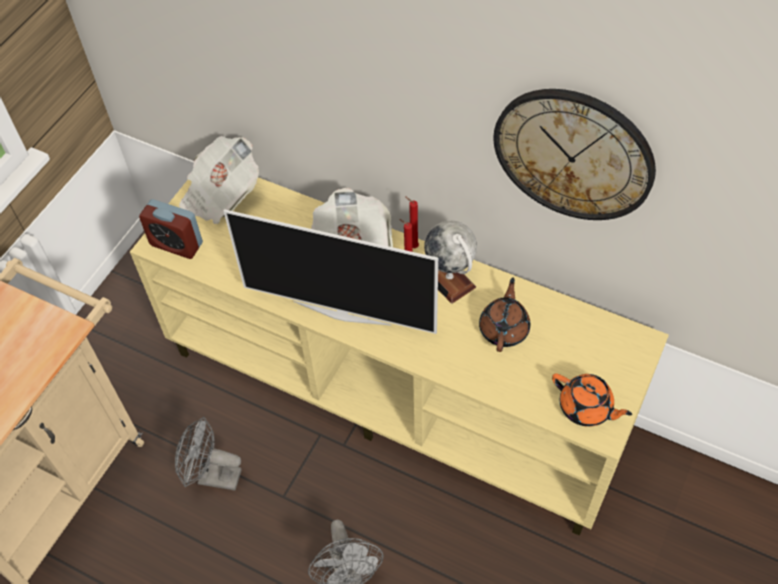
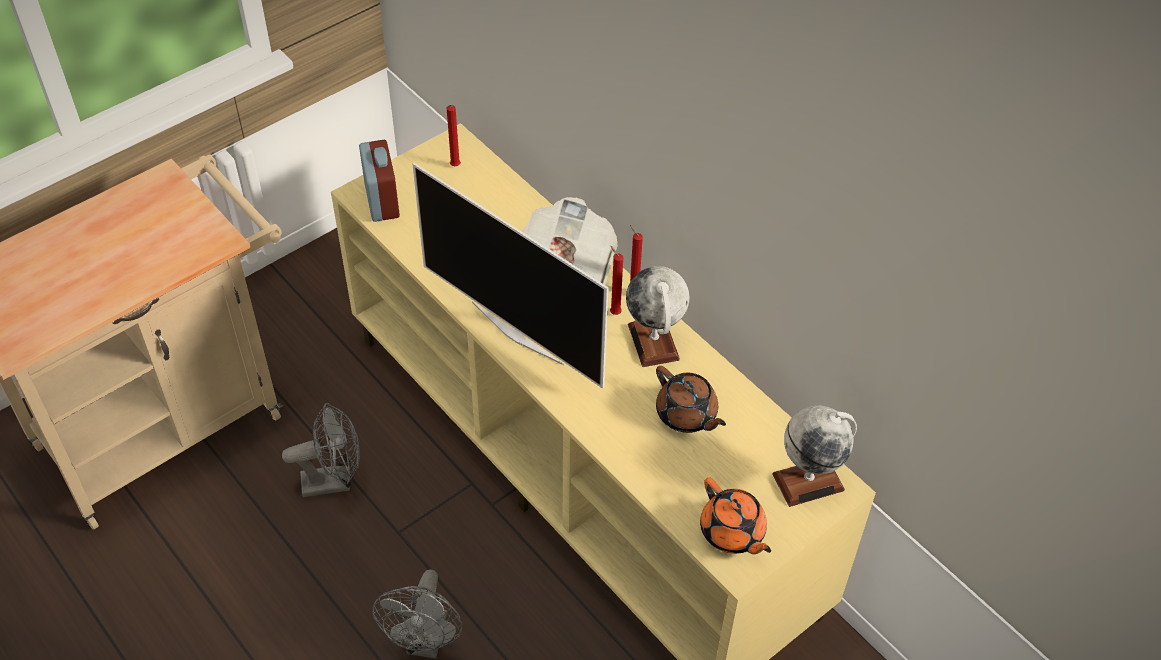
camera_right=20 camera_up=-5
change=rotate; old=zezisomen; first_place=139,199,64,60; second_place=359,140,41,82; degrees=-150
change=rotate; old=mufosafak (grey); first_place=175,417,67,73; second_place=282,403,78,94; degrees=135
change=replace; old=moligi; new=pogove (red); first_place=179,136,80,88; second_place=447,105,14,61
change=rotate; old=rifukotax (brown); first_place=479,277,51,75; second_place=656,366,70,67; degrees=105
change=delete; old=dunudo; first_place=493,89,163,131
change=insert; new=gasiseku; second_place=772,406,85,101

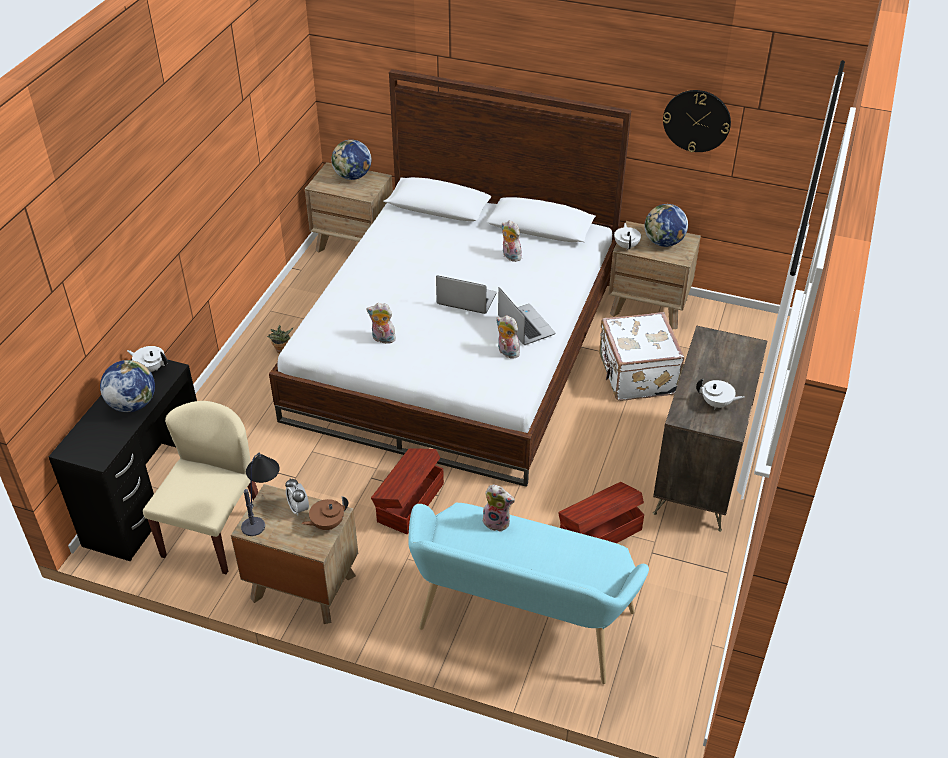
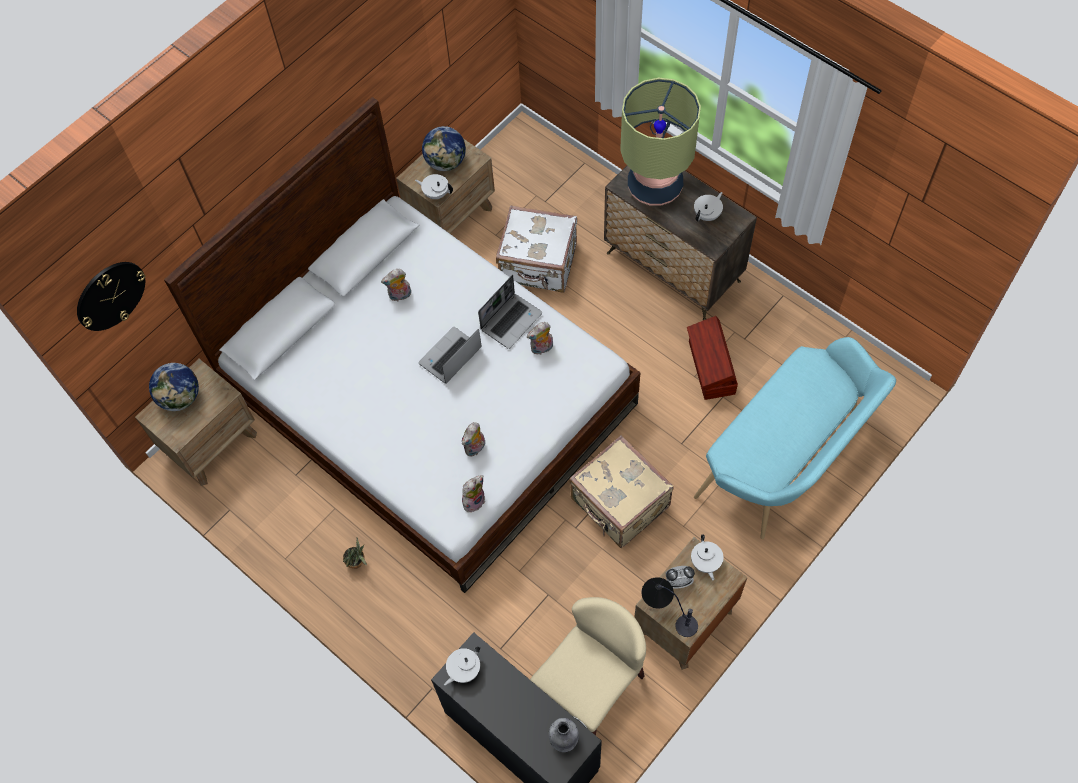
camera_right=-65 camera_up=20
change=delete; old=gasiseku; first_place=100,360,55,52
change=rotate; old=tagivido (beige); first_place=143,401,115,173; second_place=530,597,116,139; degrees=90
change=recolor; old=rifukotax (brown); new=rifukotax (white); first_place=301,496,47,34; second_place=691,534,33,47
change=replace; old=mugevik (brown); new=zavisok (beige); first_place=371,448,73,86; second_place=569,435,105,113
change=move; old=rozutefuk; first_place=482,485,33,47; second_place=462,475,23,39
change=rotate; old=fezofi; first_place=498,287,57,58; second_place=478,275,64,74; degrees=135
change=move; old=dunudo; first_place=663,90,68,62; second_place=77,262,68,69
change=insert; new=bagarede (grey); second_place=549,718,30,34
change=insert; new=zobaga; second_place=620,78,81,128

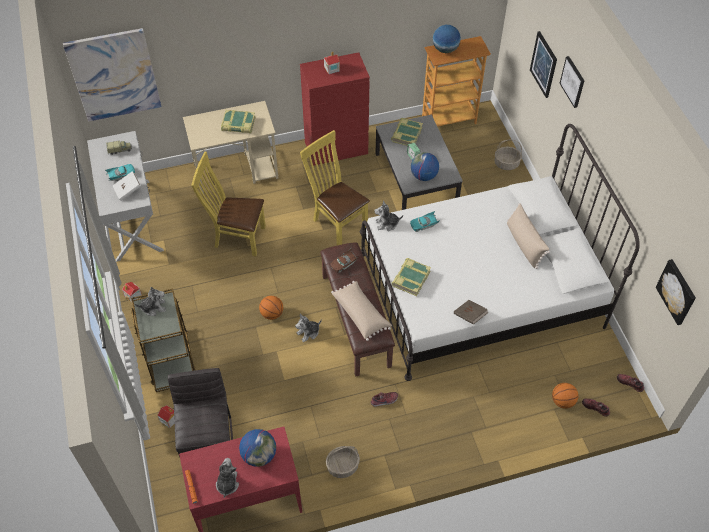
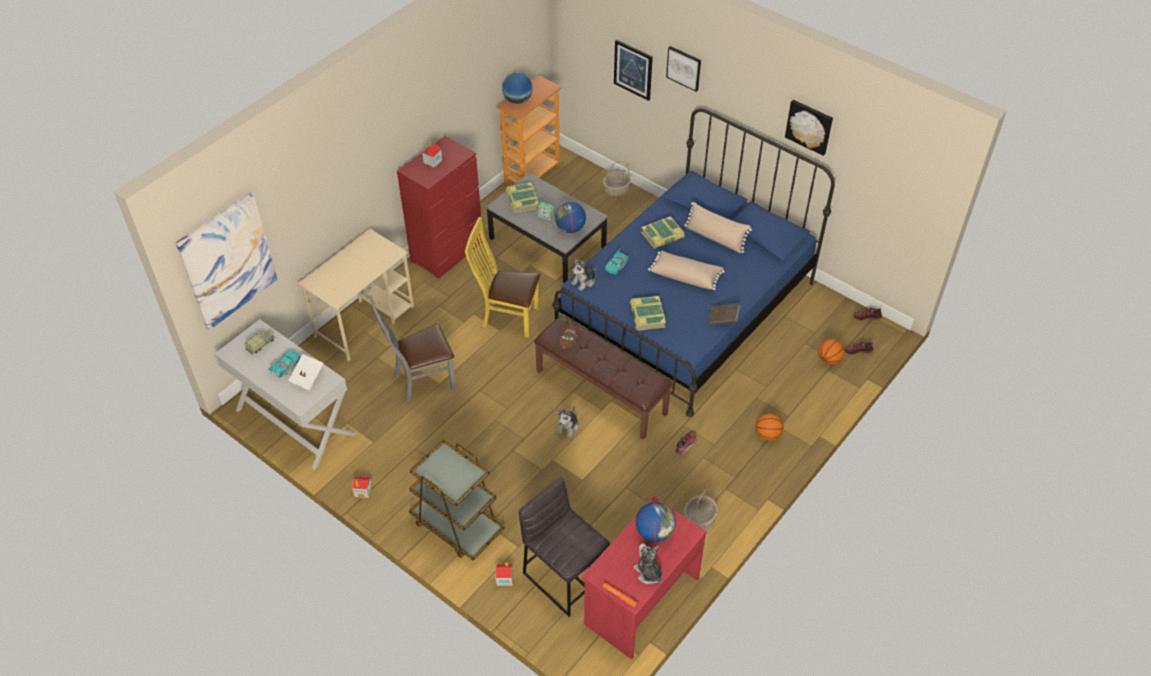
camera_right=-35 camera_up=-5
change=delete; old=rozutefuk; first_place=134,287,32,29
change=recolor; old=tagivido (yellow); new=tagivido (grey); first_place=191,152,75,104; second_place=369,295,87,107
change=move; old=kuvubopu; first_place=221,110,35,24; second_place=641,216,44,33
change=move; old=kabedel; first_place=259,296,24,24; second_place=756,413,27,28
change=move; old=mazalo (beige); first_place=331,281,61,60; second_place=648,250,77,40
change=recolor; old=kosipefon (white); new=kosipefon (blue); first_place=360,124,280,257; second_place=552,108,283,309
change=move; old=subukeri; first_place=656,259,40,66; second_place=785,100,48,56

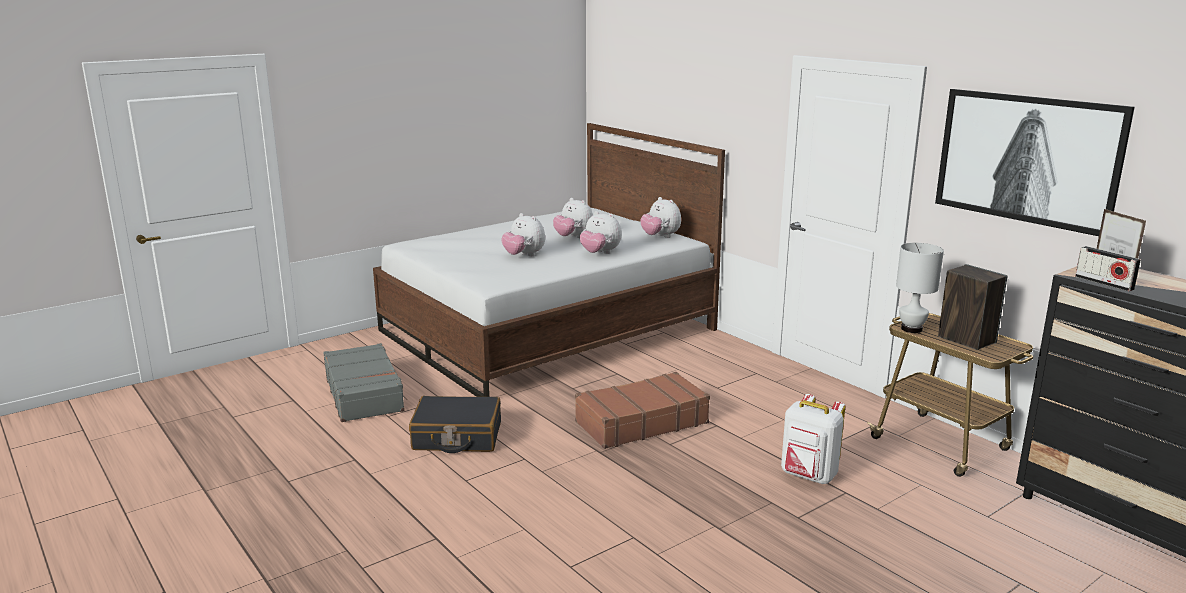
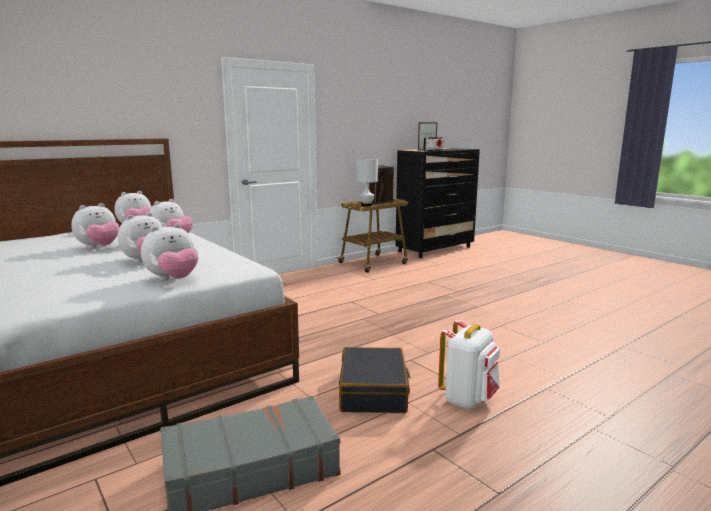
camera_right=-90 camera_up=-5
change=delete; old=zavisok (brown); first_place=575,372,135,77
change=move; old=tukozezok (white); first_place=781,394,64,90; second_place=438,320,62,89
change=delete; old=subukeri; first_place=935,89,200,147
change=insert; new=rozutefuk; second_place=141,223,57,58

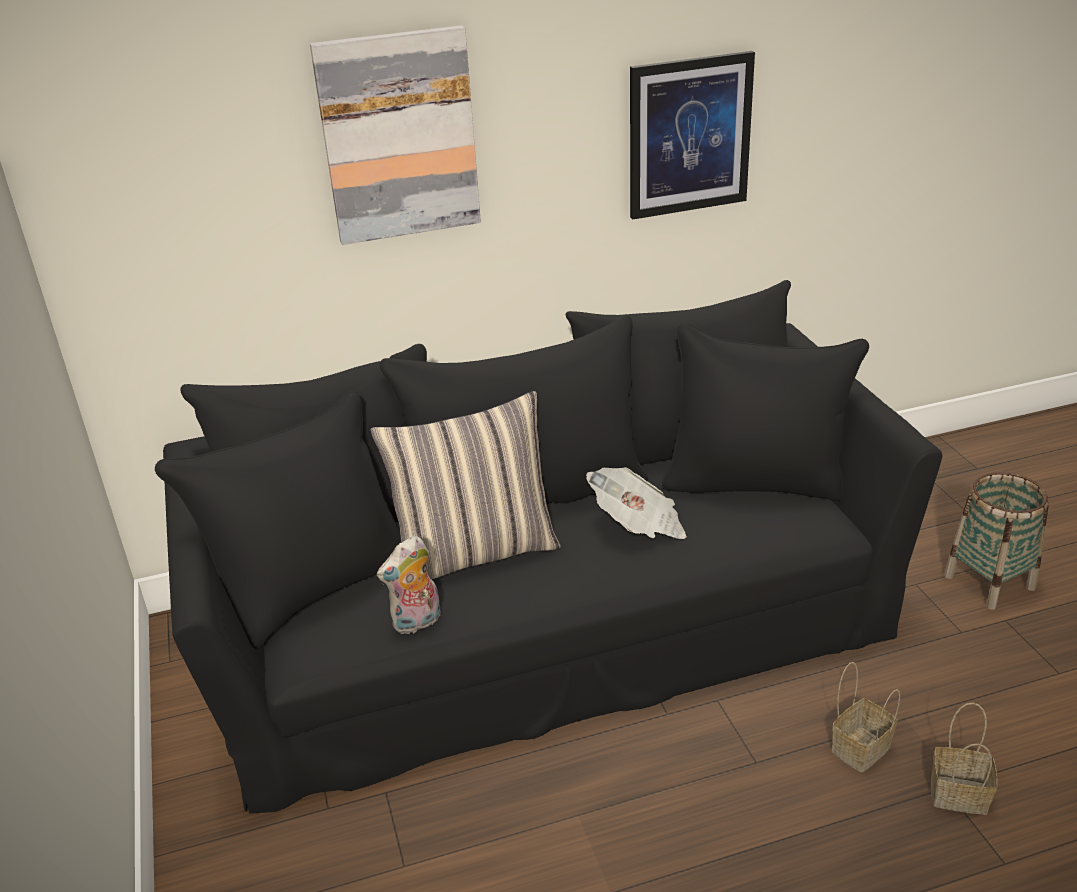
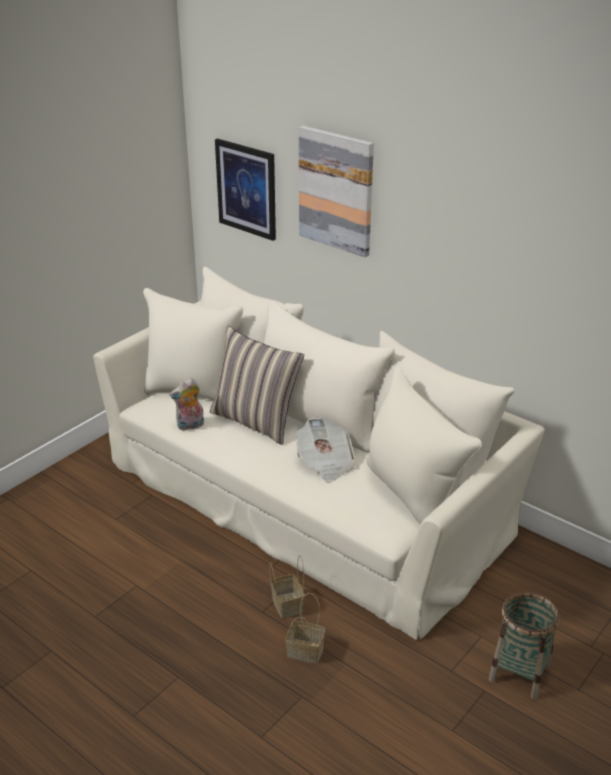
camera_right=55 camera_up=0
change=recolor; old=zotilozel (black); new=zotilozel (beige); first_place=155,280,787,534; second_place=93,267,452,373
change=rotate; old=rozutefuk; first_place=377,536,64,98; second_place=170,378,34,53; degrees=-45
change=move; old=subukeri; first_place=630,51,125,168; second_place=215,138,61,103
change=move; old=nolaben; first_place=931,703,66,112; second_place=269,555,35,63

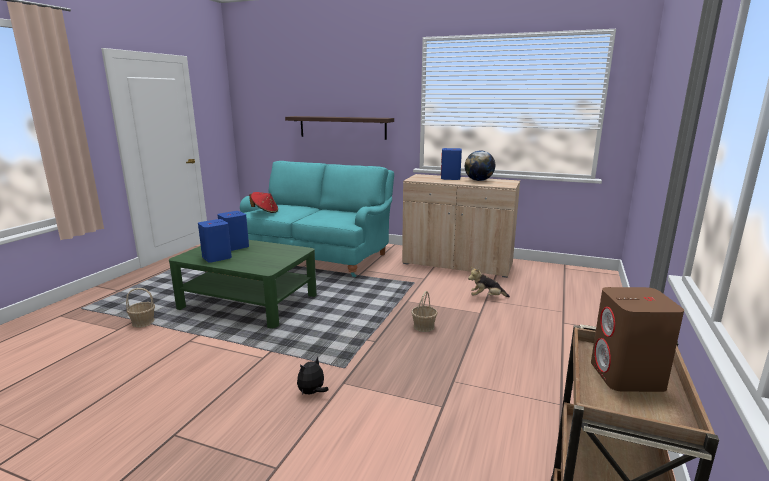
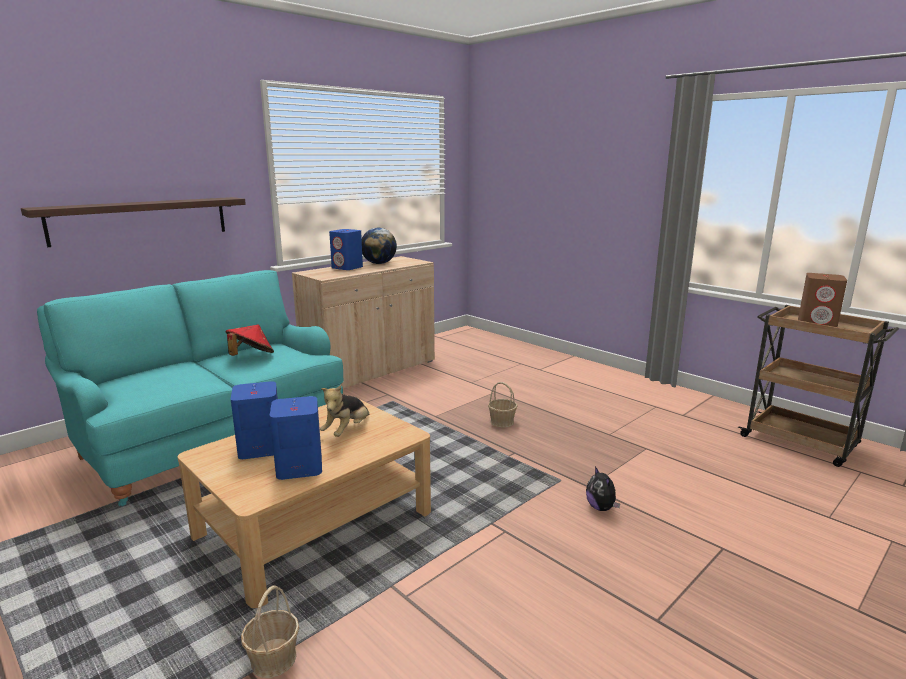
camera_right=-65 camera_up=0
change=recolor; old=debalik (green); new=debalik (beige); first_place=169,240,148,88; second_place=177,398,254,210
change=move; old=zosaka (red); first_place=249,192,29,21; second_place=225,325,49,31
change=move; old=rozutefuk; first_place=468,267,42,30; second_place=320,385,49,52

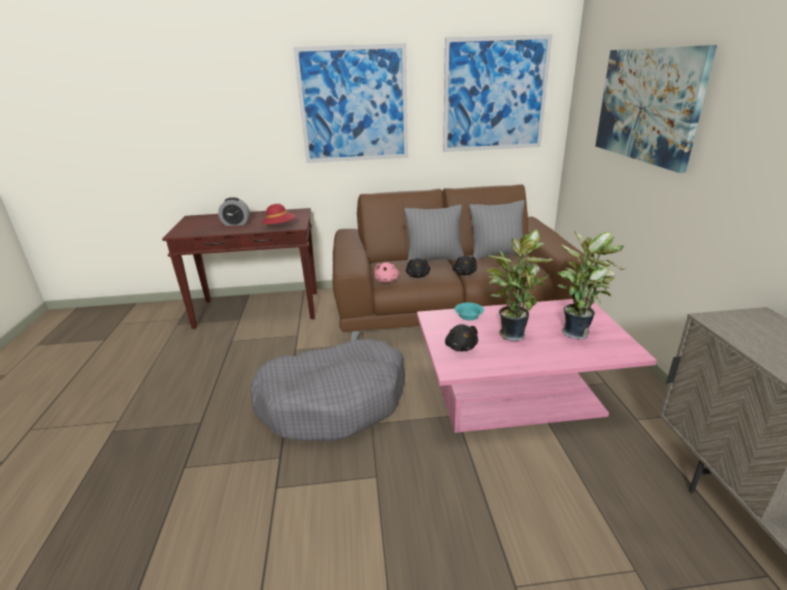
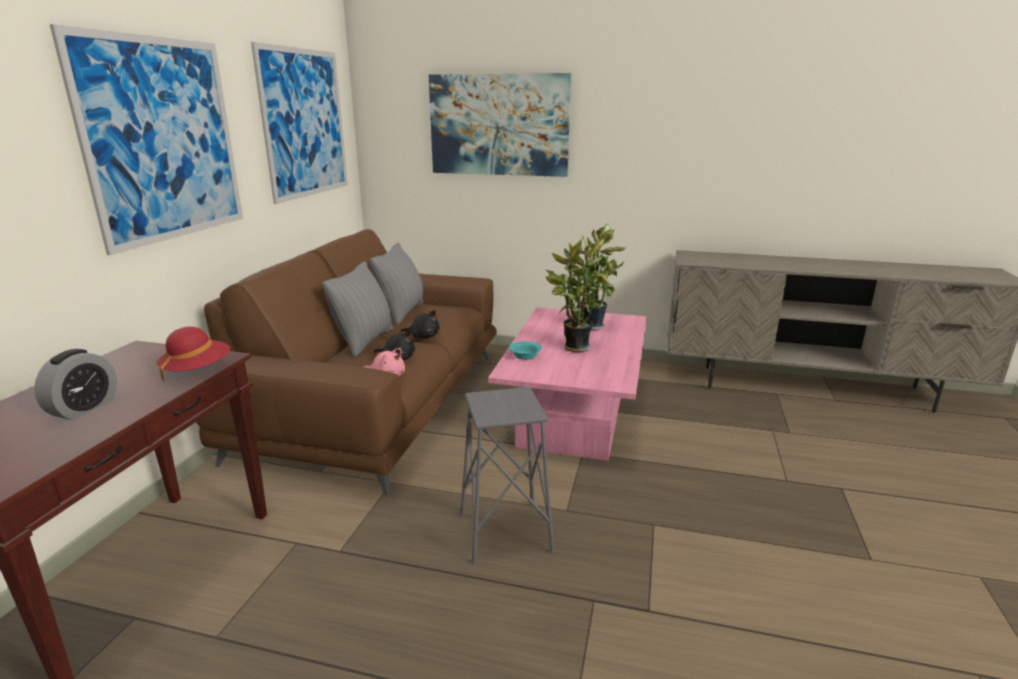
camera_right=-70 camera_up=-5
change=replace; old=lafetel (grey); new=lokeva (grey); first_place=250,339,155,103; second_place=461,387,93,177
change=delete; old=rozutefuk (black); first_place=445,324,33,27

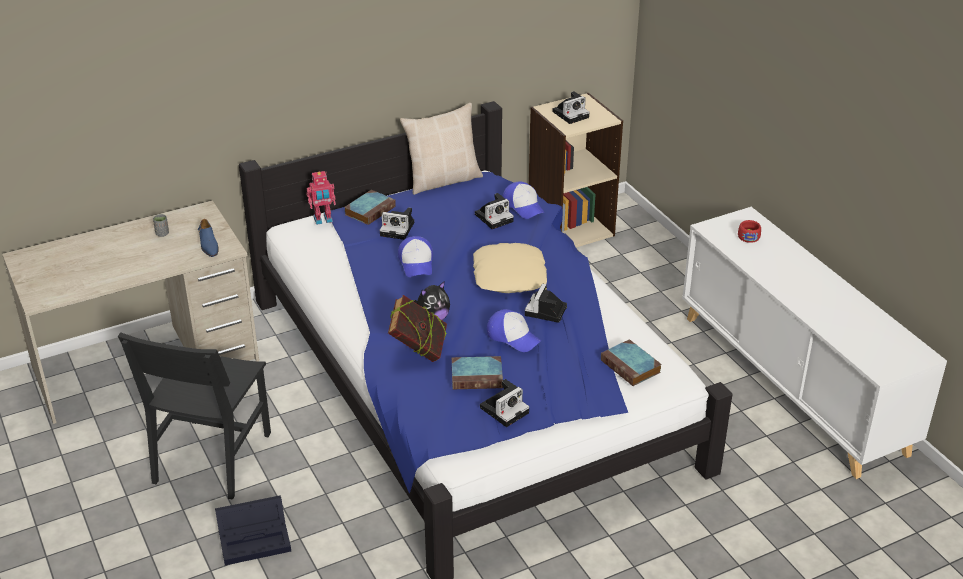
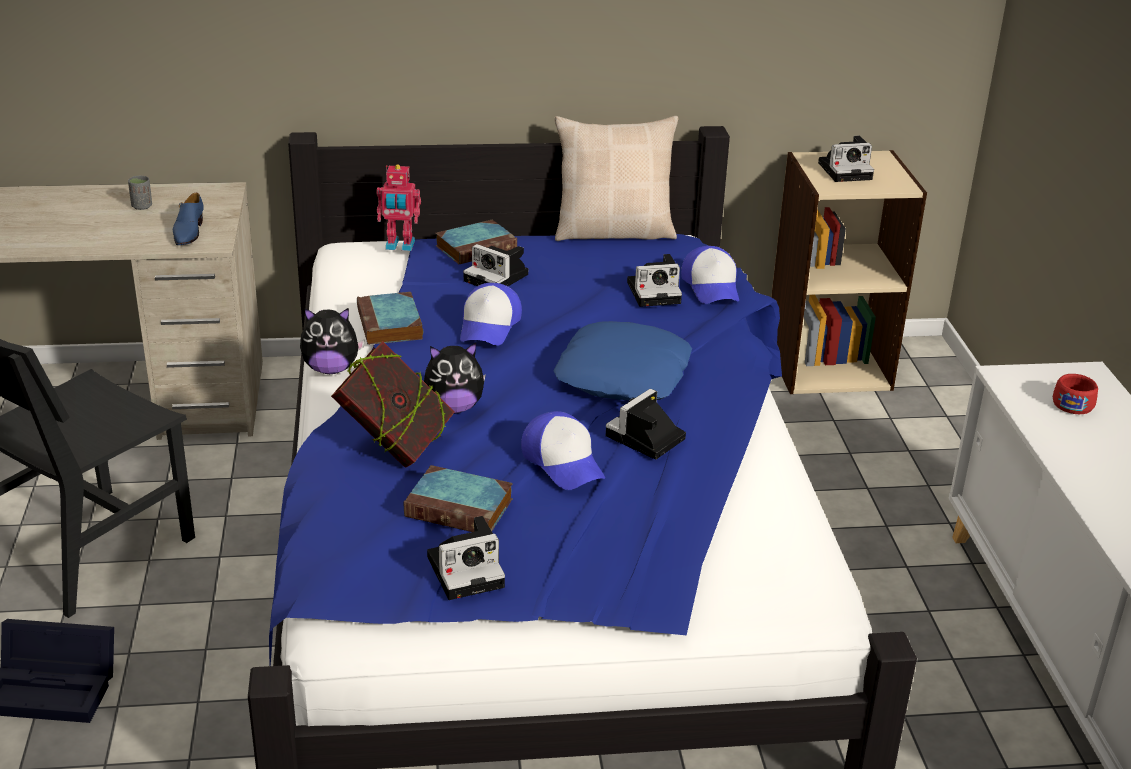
camera_right=20 camera_up=-5
change=recolor; old=mazalo (beige); new=mazalo (blue); first_place=473,243,74,50; second_place=554,321,138,79
change=move; old=kuvubopu; first_place=601,339,61,47; second_place=357,292,66,53
change=insert; new=rozutefuk; second_place=300,308,64,66

